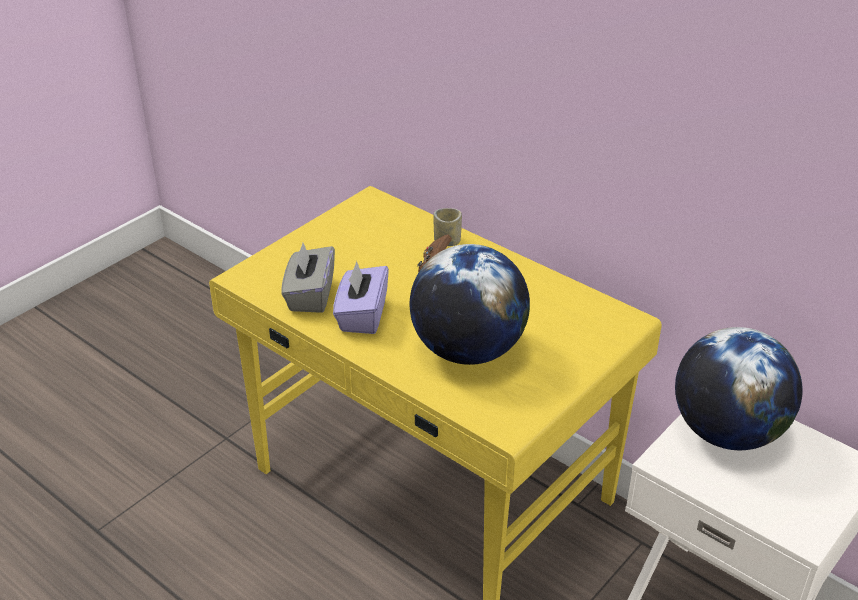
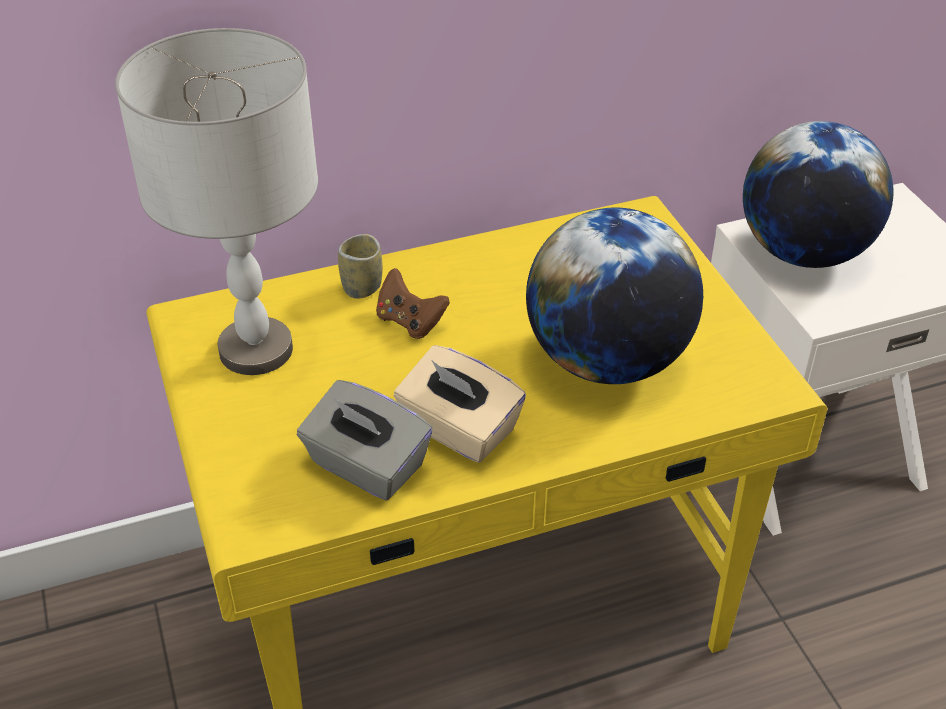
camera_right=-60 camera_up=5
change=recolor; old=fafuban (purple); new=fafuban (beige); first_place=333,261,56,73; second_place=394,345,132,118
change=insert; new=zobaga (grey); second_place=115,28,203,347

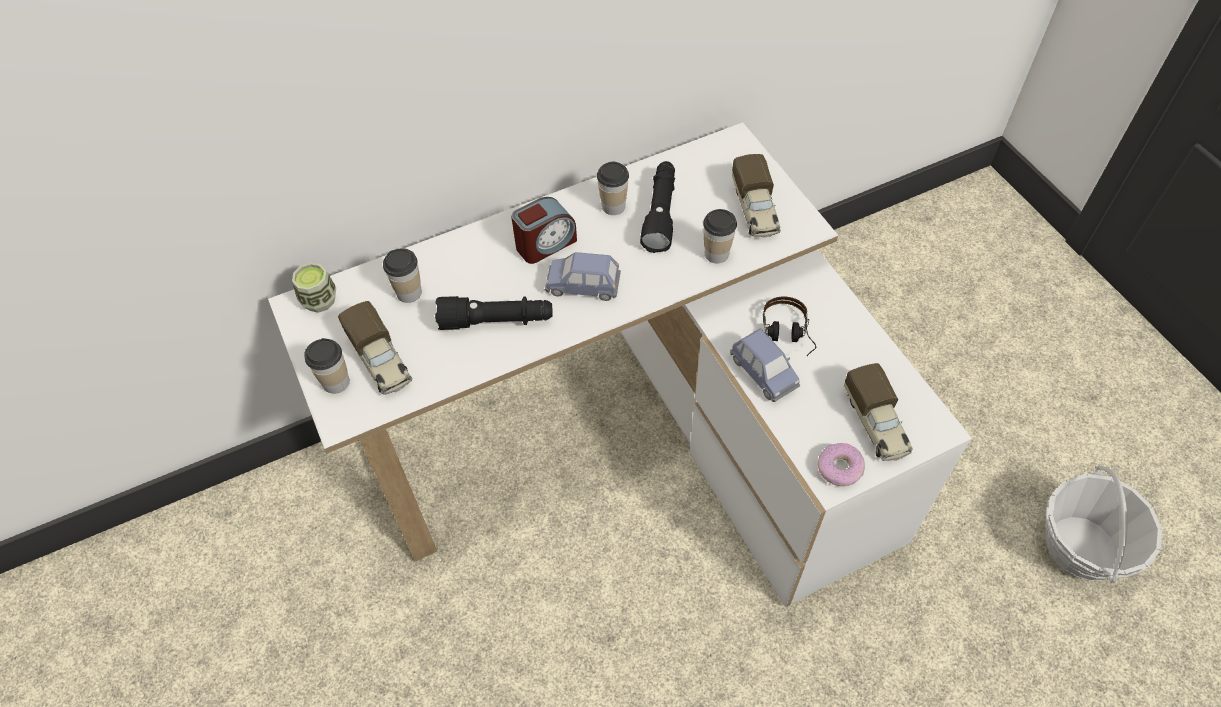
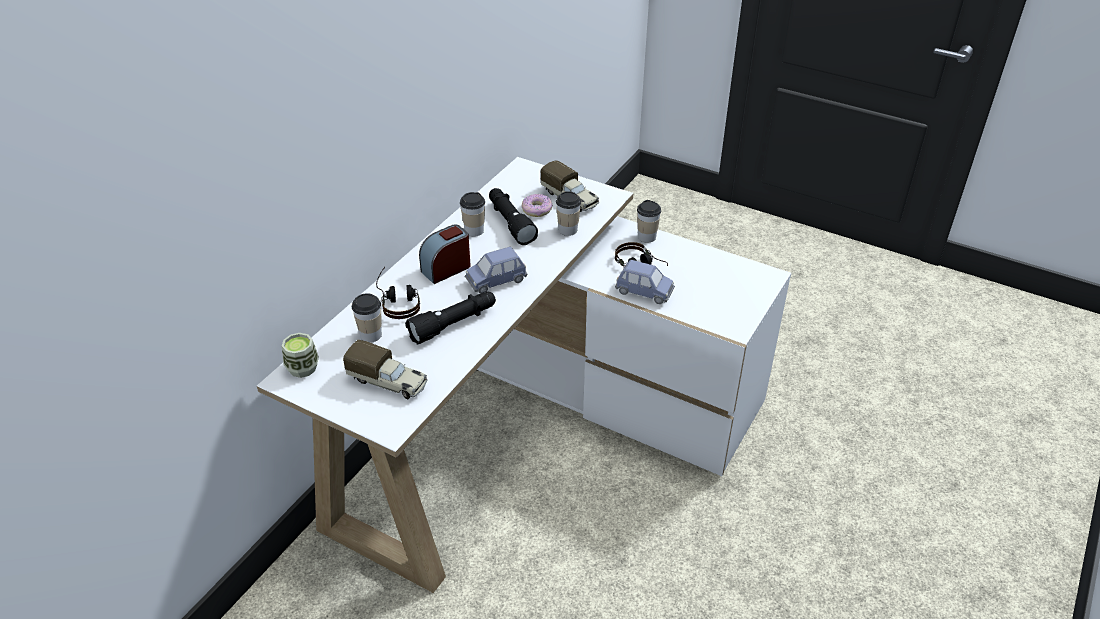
camera_right=-35 camera_up=-15
change=move; old=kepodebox; first_place=304,338,46,56; second_place=637,200,24,42
change=rotate; old=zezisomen; first_place=511,197,66,67; second_place=419,225,52,59; degrees=-150
change=move; old=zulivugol; first_place=818,443,47,43; second_place=521,194,32,23
change=delete; old=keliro; first_place=844,363,68,98
change=delete; old=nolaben; first_place=1045,465,117,118
change=insert; new=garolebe; second_place=376,267,44,52

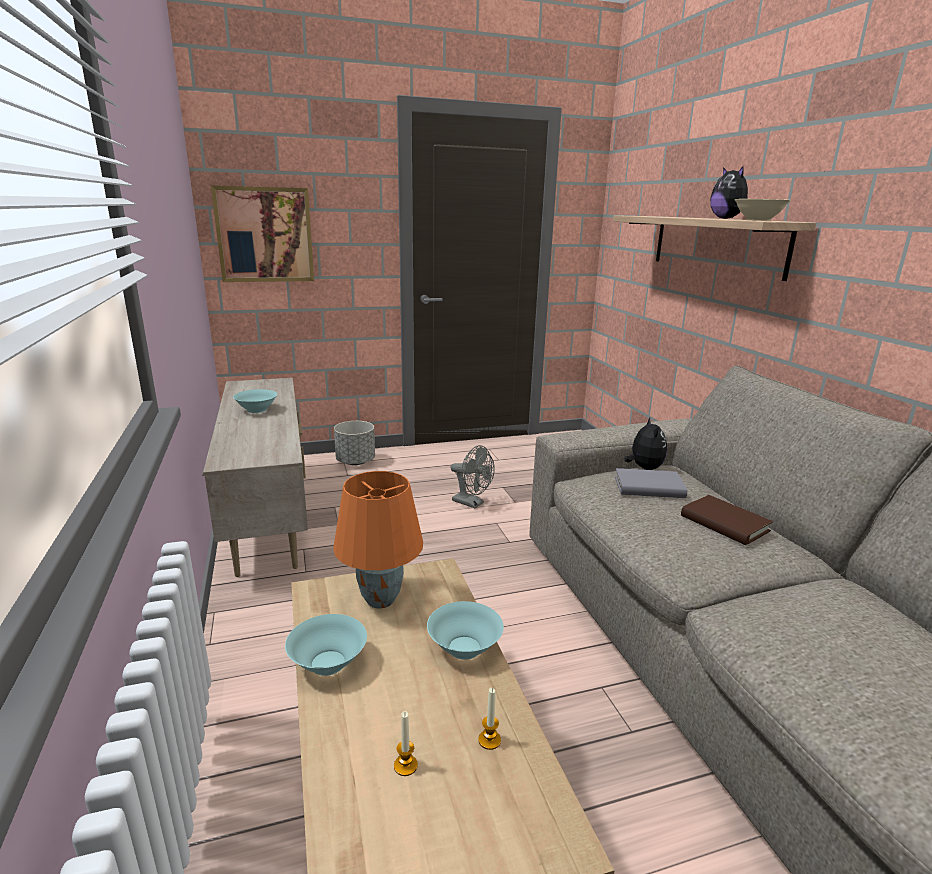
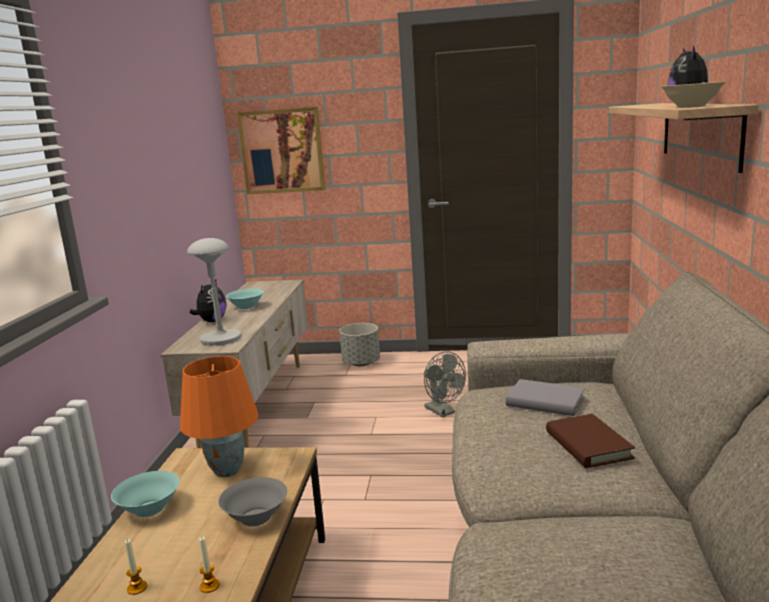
camera_right=25 camera_up=-5
change=recolor; old=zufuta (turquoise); new=zufuta (grey); first_place=427,601,77,59; second_place=218,477,69,49
change=move; old=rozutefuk; first_place=624,418,43,52; second_place=189,280,37,42
change=insert; new=zobaga (grey); second_place=187,238,55,107

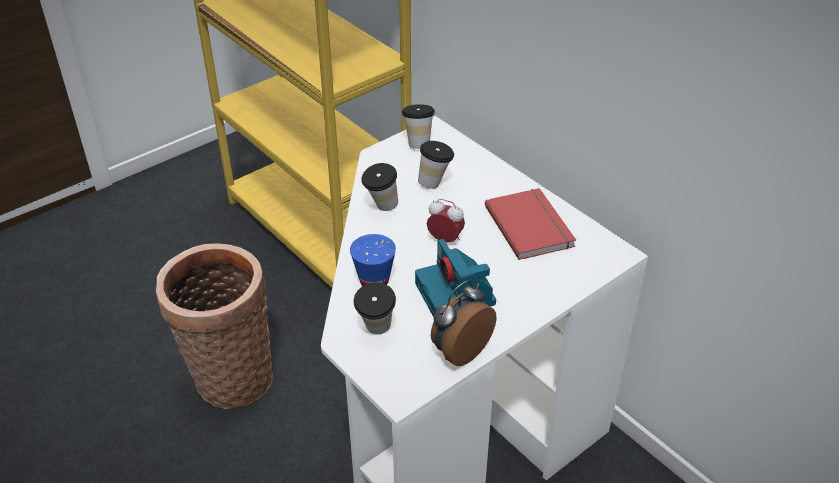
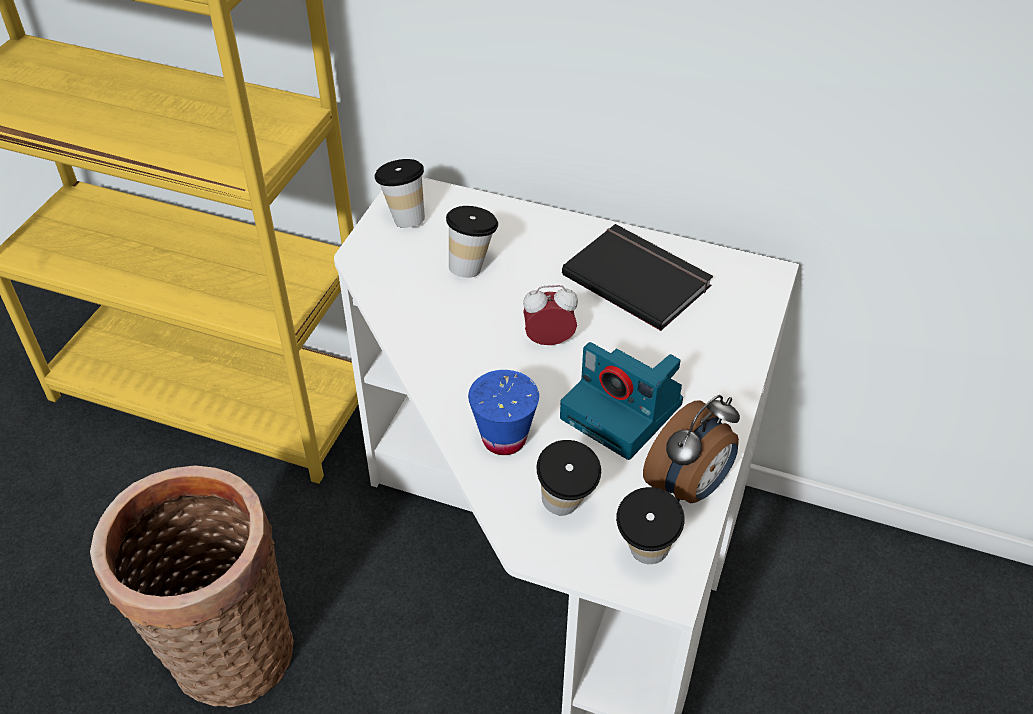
camera_right=-30 camera_up=5
change=move; old=kepodebox; first_place=361,163,37,48; second_place=616,487,69,77
change=rotate; old=zezisomen; first_place=431,281,65,85; second_place=643,395,97,108; degrees=-150
change=recolor; old=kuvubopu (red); new=kuvubopu (black); first_place=485,188,91,72; second_place=562,224,151,107

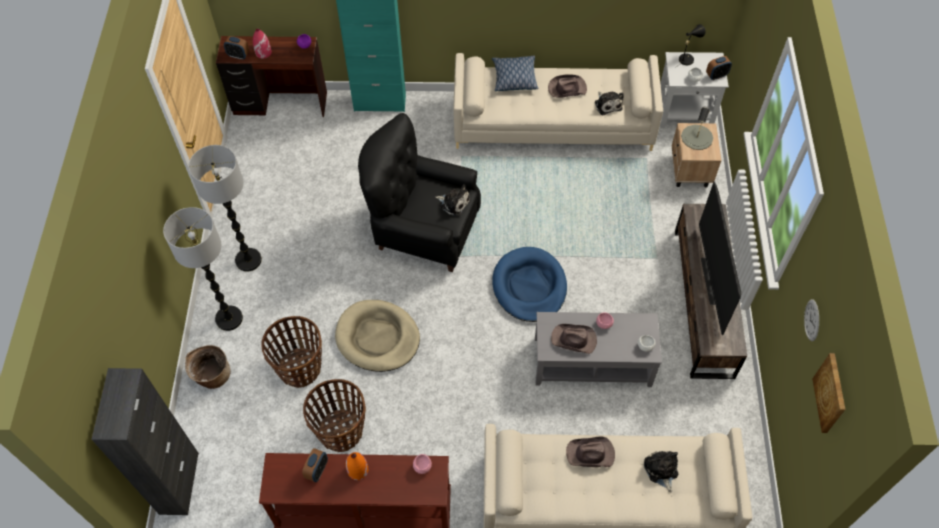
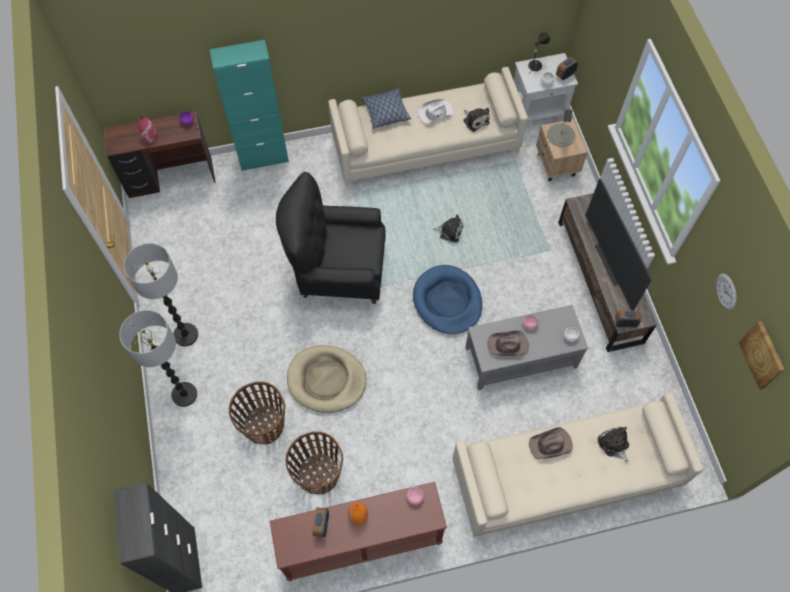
camera_right=-15 camera_up=5
change=delete; old=nolaben; first_place=185,345,46,44
change=move; old=zezisomen; first_place=224,36,25,24; second_place=615,310,26,18
change=move; old=rozutefuk; first_place=435,184,36,32; second_place=433,215,30,27
change=recolor; old=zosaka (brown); new=zosaka (white); first_place=548,74,39,24; second_place=418,99,36,24

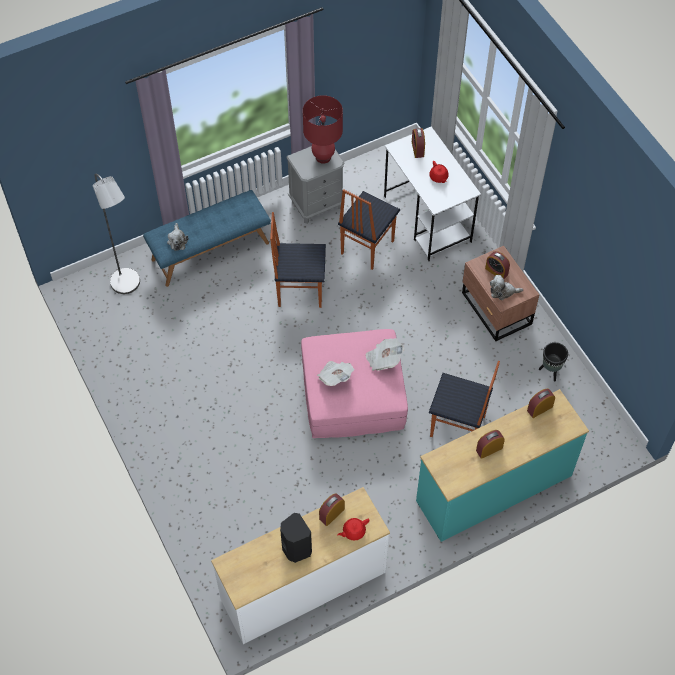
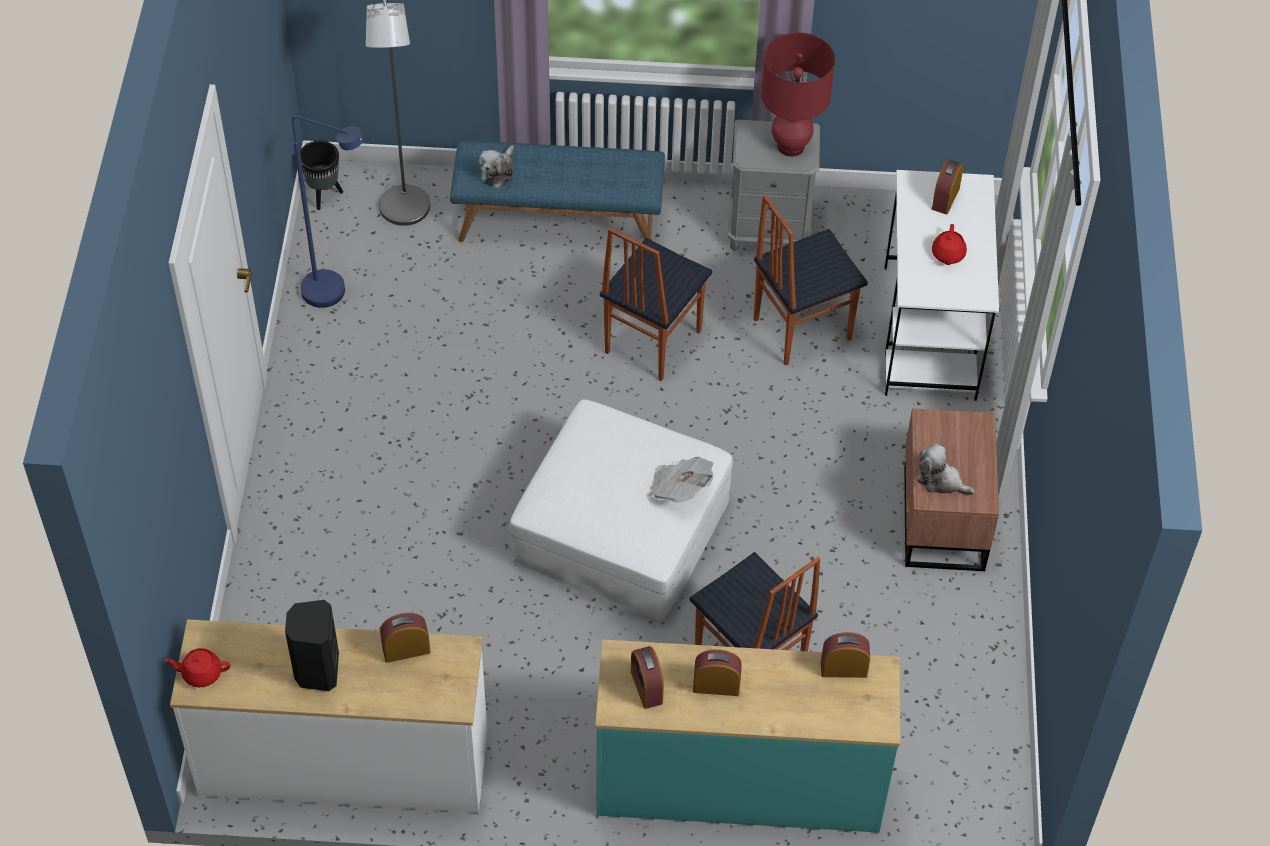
camera_right=30 camera_up=-5
change=rotate; old=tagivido; first_place=270,212,56,96; second_place=600,228,112,153; degrees=-90
change=recolor; old=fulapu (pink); new=fulapu (white); first_place=301,329,107,109; second_place=510,399,223,221
change=delete; old=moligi; first_place=317,361,37,25
change=move; old=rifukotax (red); first_place=337,518,33,23; second_place=165,648,66,39
change=move; old=zezisomen; first_place=485,251,25,28; second_place=631,646,33,63
change=move; old=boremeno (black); first_place=539,342,29,39; second_place=300,140,43,70
change=insert; new=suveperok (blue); second_place=292,116,72,192

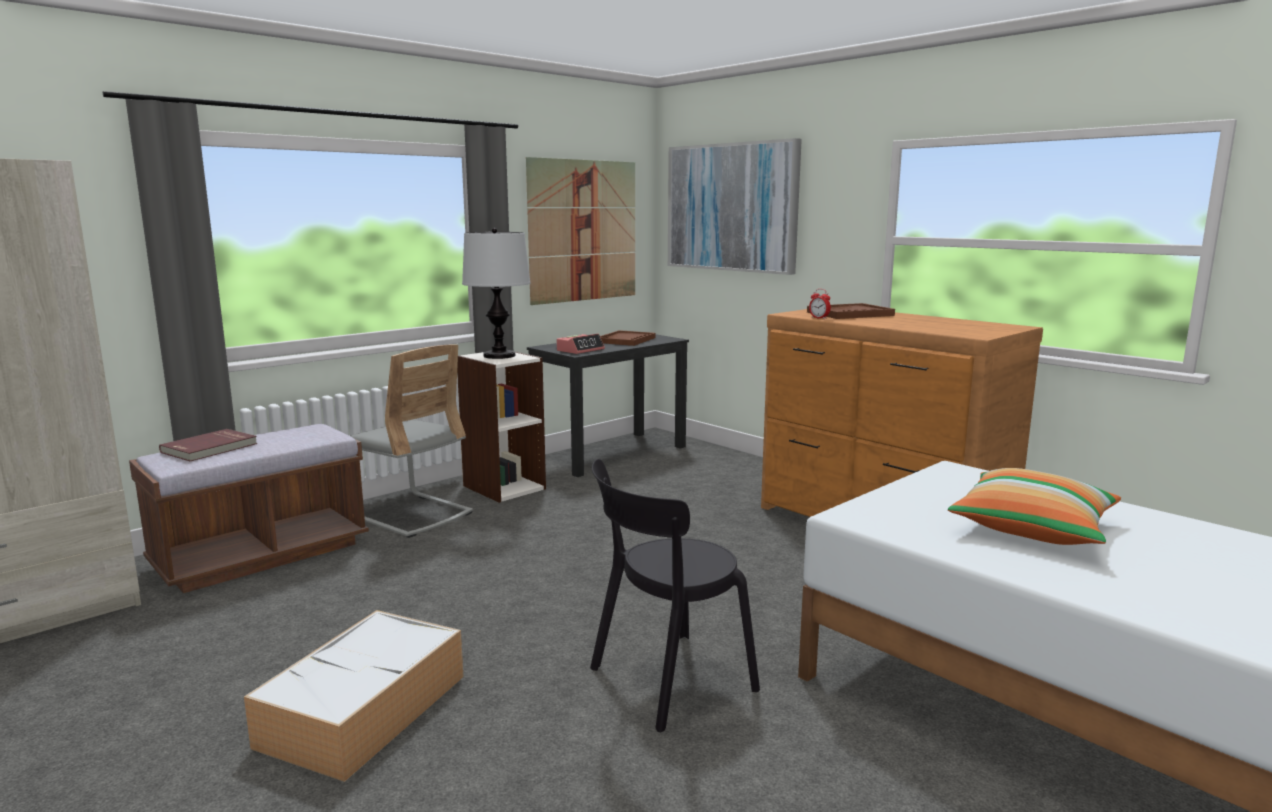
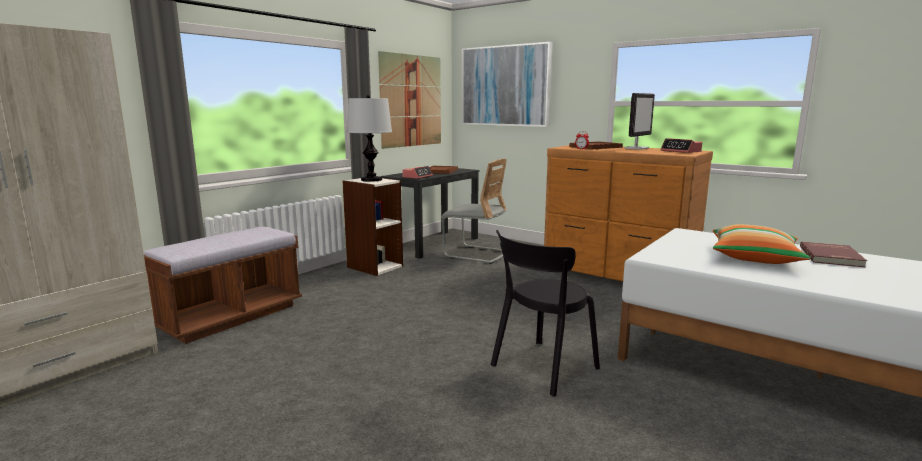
camera_right=-10 camera_up=0
change=move; old=kuvubopu (red); first_place=159,429,98,32; second_place=800,242,67,25
change=delete; old=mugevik; first_place=244,610,220,172
change=move; old=tagivido (grey); first_place=350,345,123,193; second_place=441,159,66,105
change=insert; new=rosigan; second_place=625,93,30,57
change=insert; new=zezisomen; second_place=661,138,41,15

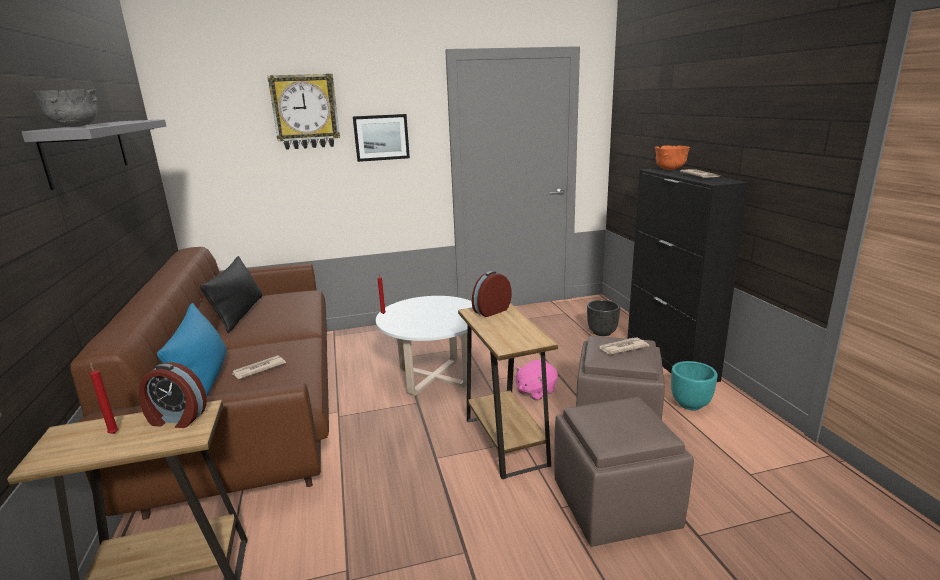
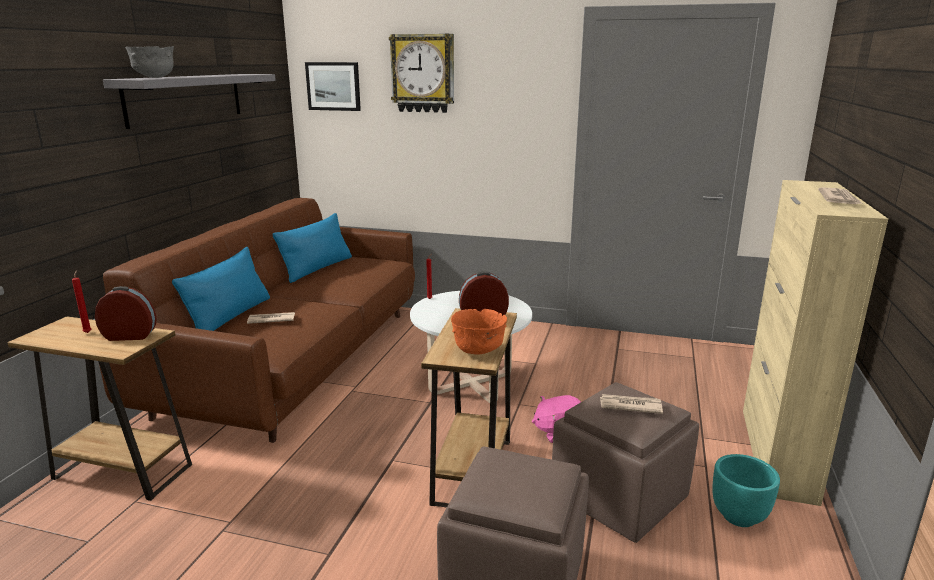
camera_right=30 camera_up=0
change=rotate; old=zezisomen; first_place=139,362,68,66; second_place=95,286,62,55; degrees=135
change=recolor; old=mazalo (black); new=mazalo (blue); first_place=200,256,62,77; second_place=273,213,79,70
change=move; old=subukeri; first_place=353,114,57,48; second_place=305,62,56,49
change=delete; old=boremeno (black); first_place=587,300,33,36
change=recolor; old=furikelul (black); new=furikelul (beige); first_place=628,168,121,214; second_place=743,180,145,326
change=move; old=zufuta (orange); first_place=655,146,35,24; second_place=451,309,56,46

